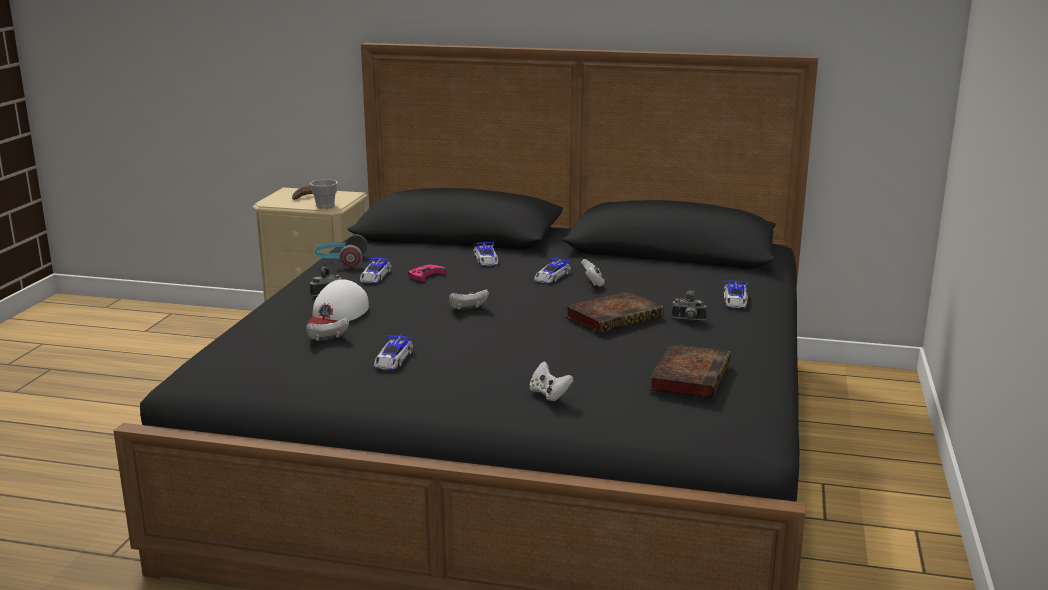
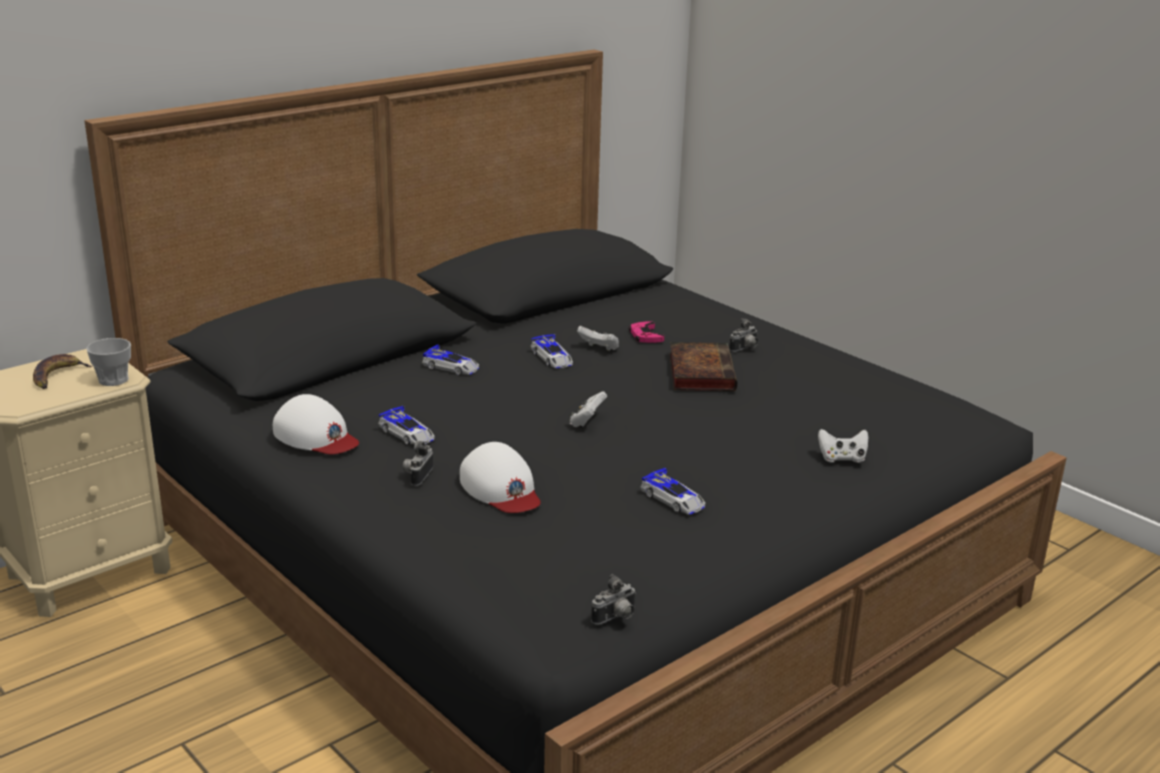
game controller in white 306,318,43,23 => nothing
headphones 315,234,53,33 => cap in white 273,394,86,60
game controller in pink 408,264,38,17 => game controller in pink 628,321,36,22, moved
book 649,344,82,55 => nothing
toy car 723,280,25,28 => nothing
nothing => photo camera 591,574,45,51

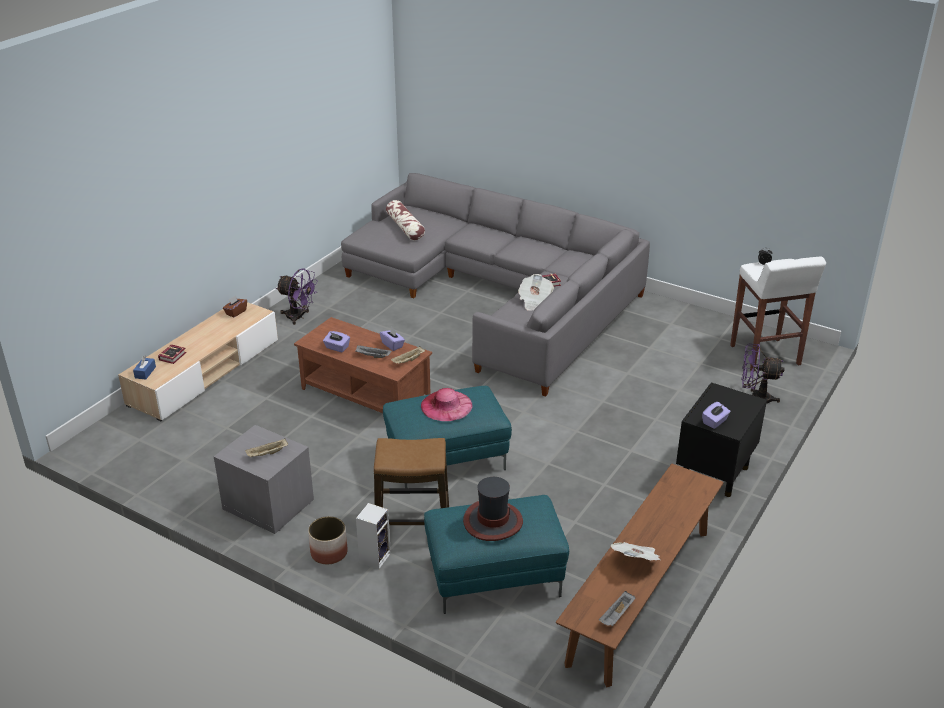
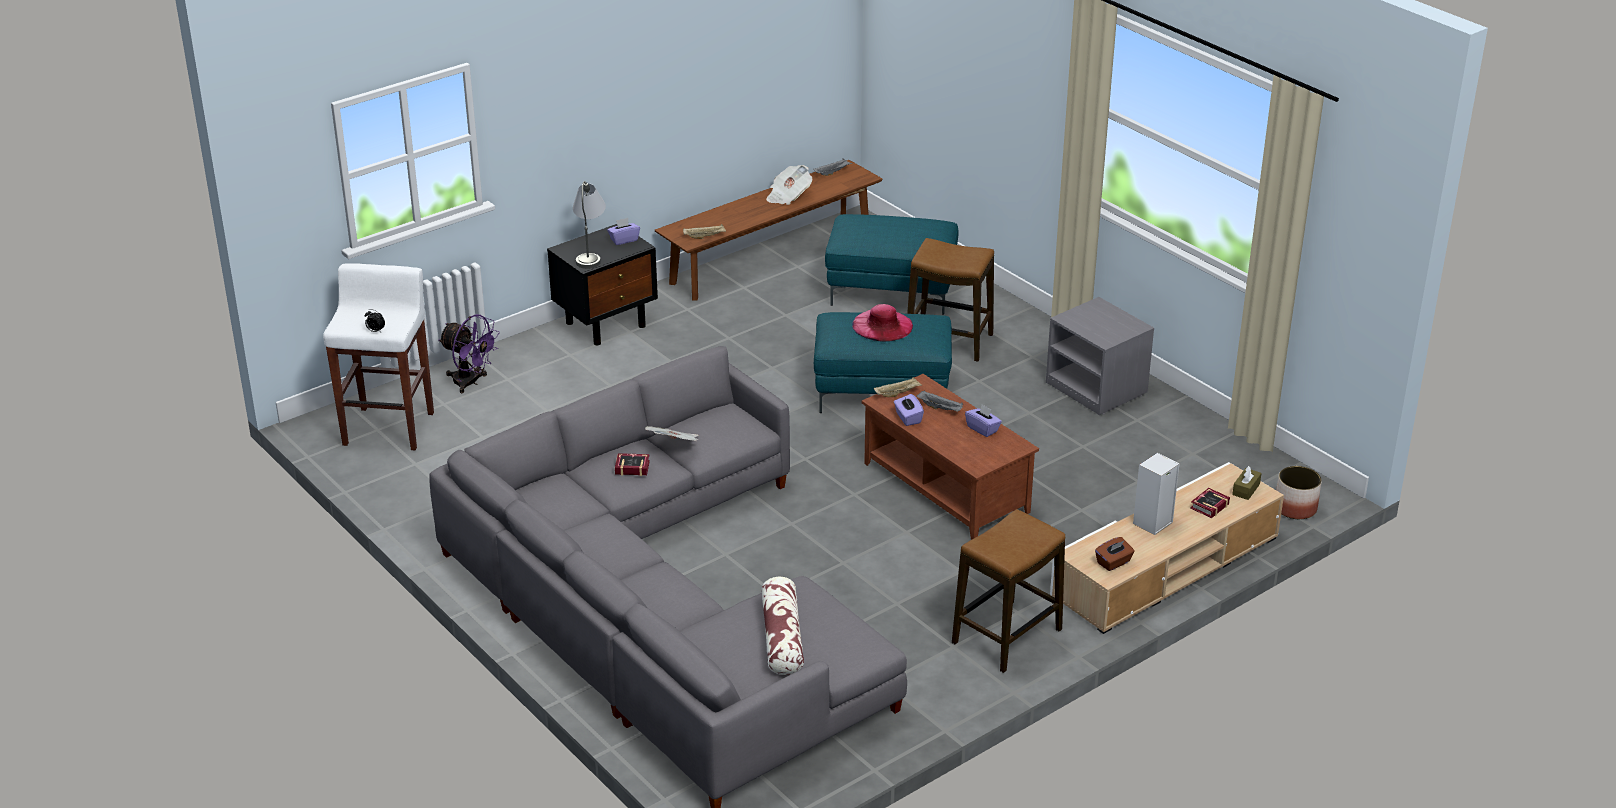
tissue box in blue 133,355,23,25 => tissue box in brown 1232,466,30,34
tray in beige 245,438,43,19 => tray in beige 683,224,43,15, moved
fan in purple 276,268,42,57 => stool 952,509,113,164
planter 308,516,40,48 => planter 1276,466,46,53, moved
speaker 356,503,35,67 => speaker 1133,453,46,82, moved
hat 463,477,60,64 => nothing
nothing => table lamp in grey 573,181,33,88

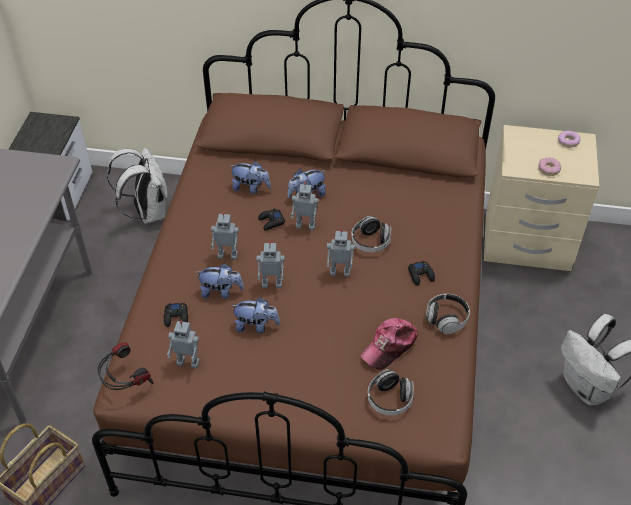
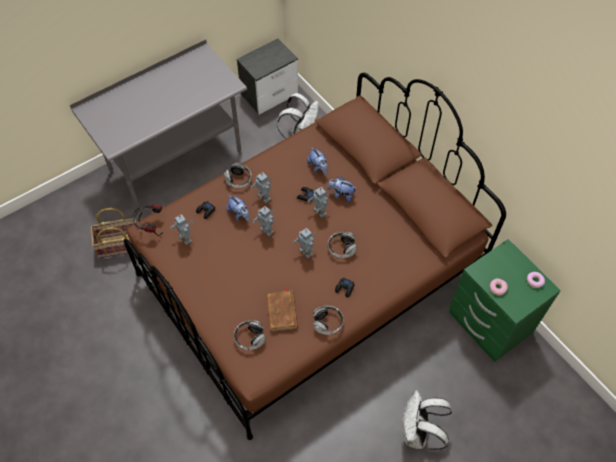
plush toy 231,297,49,36 => nothing
cap 360,318,58,52 => book in brown 267,288,31,44
nightstand in beige 484,125,115,146 => nightstand in green 449,239,112,123
nothing => headphones 224,163,28,25

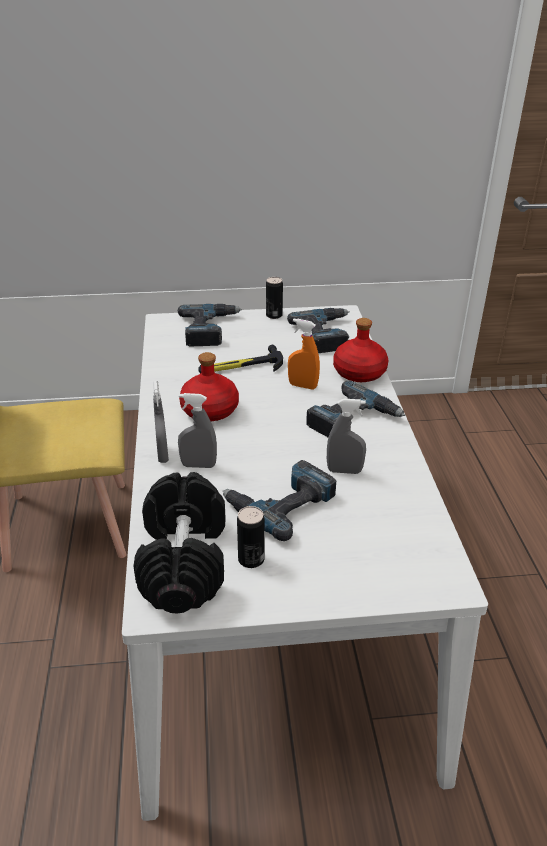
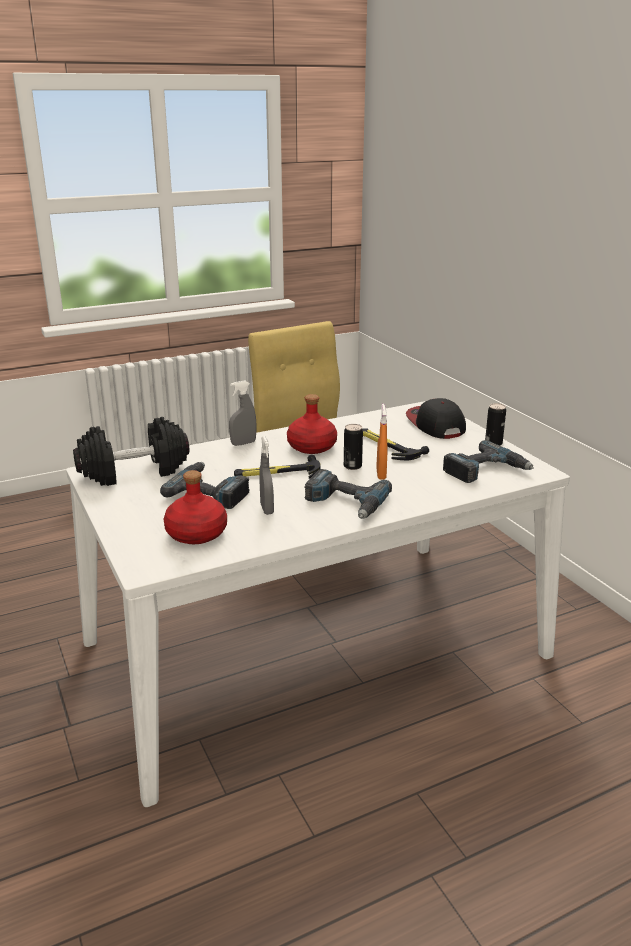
power drill 178,304,64,42 => cap 406,398,60,41
spray bottle in grey 178,393,39,75 => nothing
can 237,506,28,62 => can 344,424,19,46, moved
bottle in red 333,318,55,64 => bottle in red 164,470,63,74, moved
nothing => hammer 234,455,87,24

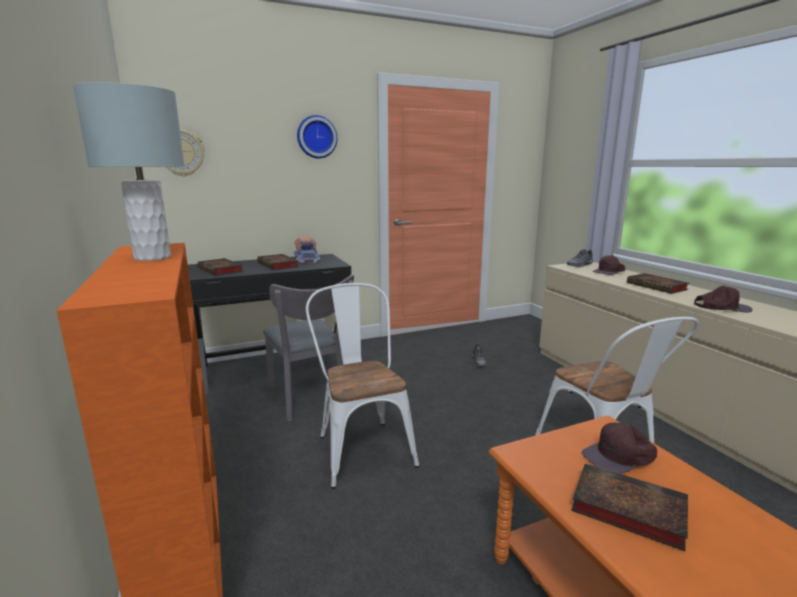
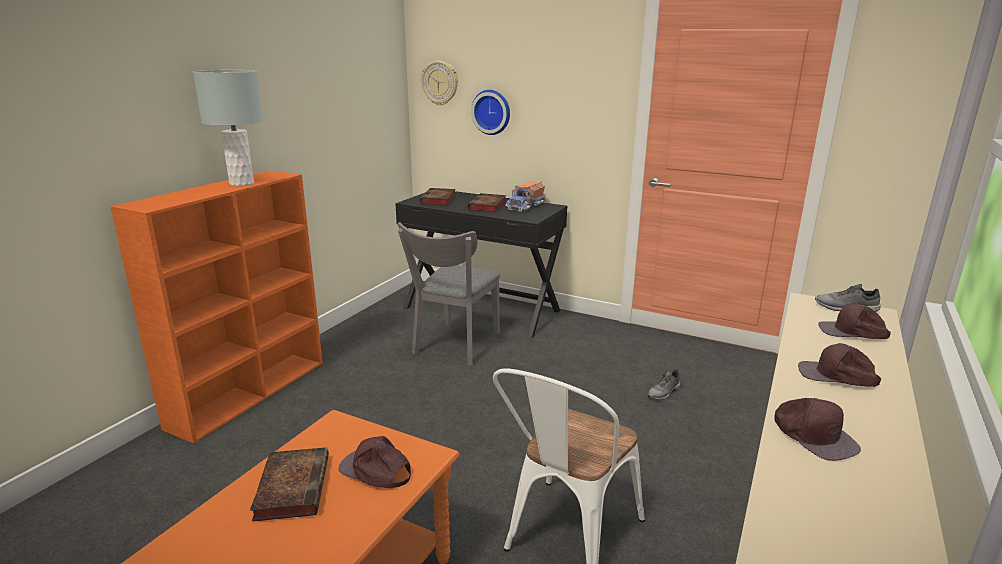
wall clock 297,115,40,43 => wall clock 471,90,39,45, moved
chair in white 306,283,113,206 => nothing
book 627,273,63,21 => cap in brown 798,343,83,44

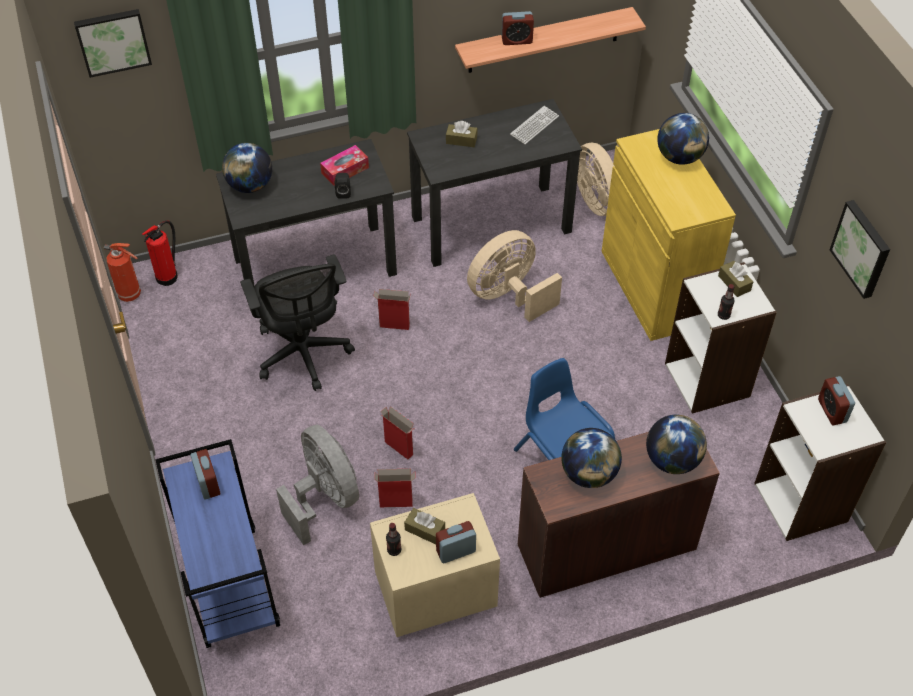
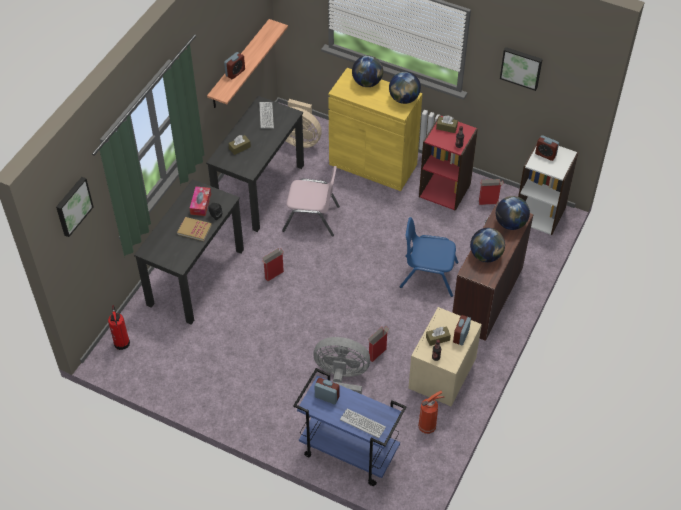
fire extinguisher 104,243,37,59 => fire extinguisher 418,391,26,43, moved
globe 222,143,50,50 => globe 389,72,32,32, moved
office chair in black 240,254,115,137 => nothing
cardboard box 381,406,33,54 => cardboard box 479,179,25,26, moved
fan in beige 467,230,95,92 => chair in pink 282,166,58,70
bookcase in white 665,262,112,152 => bookcase in red 419,115,59,96
nothing => book 177,217,35,24
nothing => keyboard 340,409,46,29

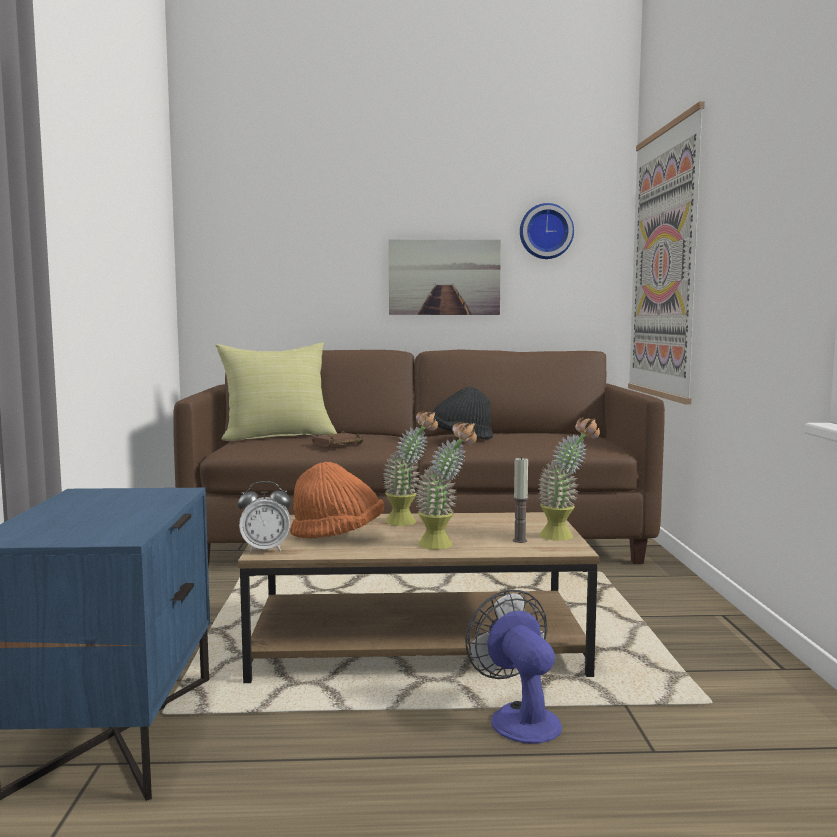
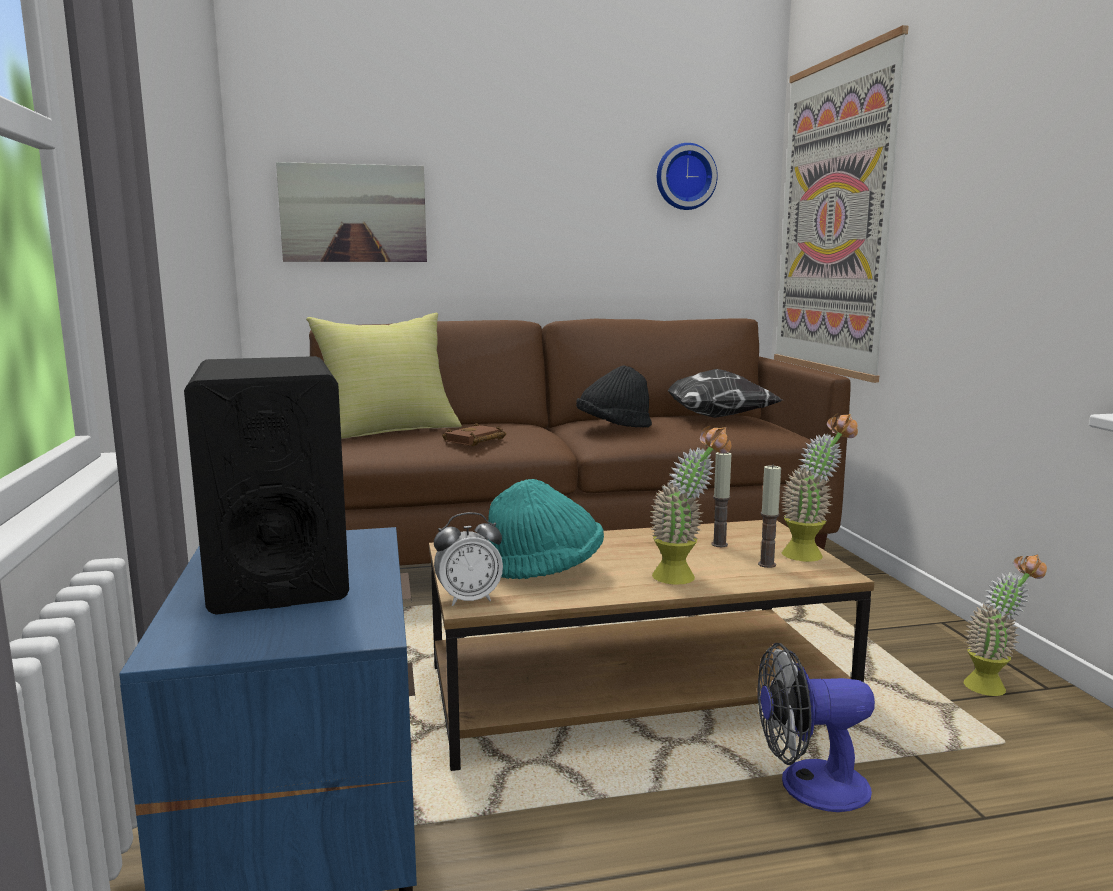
hat in orange 290,462,94,77 => hat in turquoise 488,479,116,100
potted plant 383,411,55,115 => potted plant 964,555,83,141, moved
picture 389,239,112,76 => picture 276,162,151,100, moved
fan 465,590,97,154 => fan 758,643,117,169, 60 degrees counterclockwise
nothing => speaker in black 184,356,165,259
nothing => pillow 667,369,115,49
nothing => candle 711,452,20,95

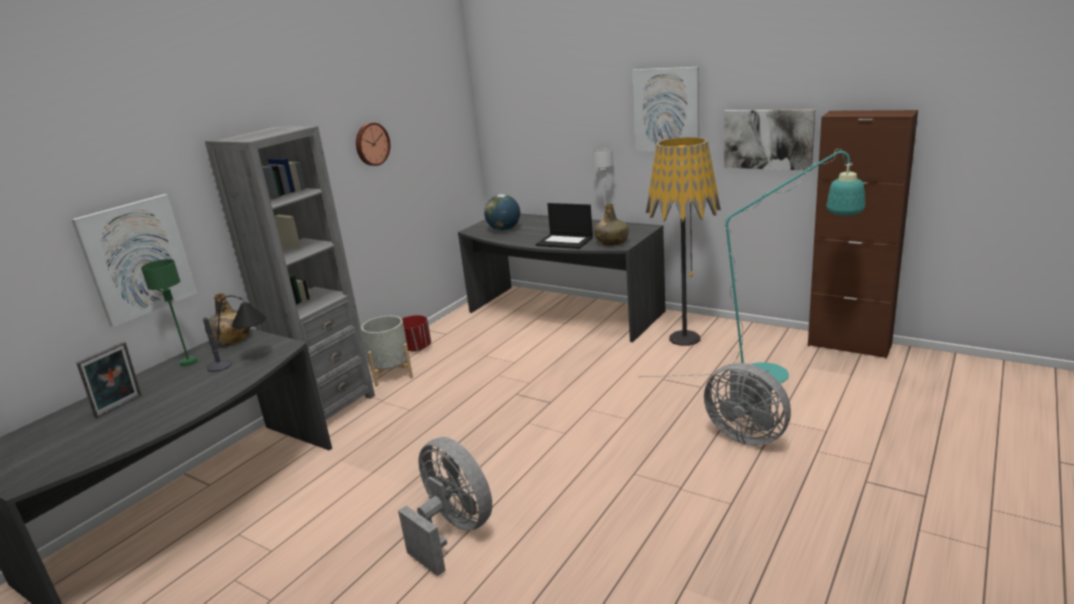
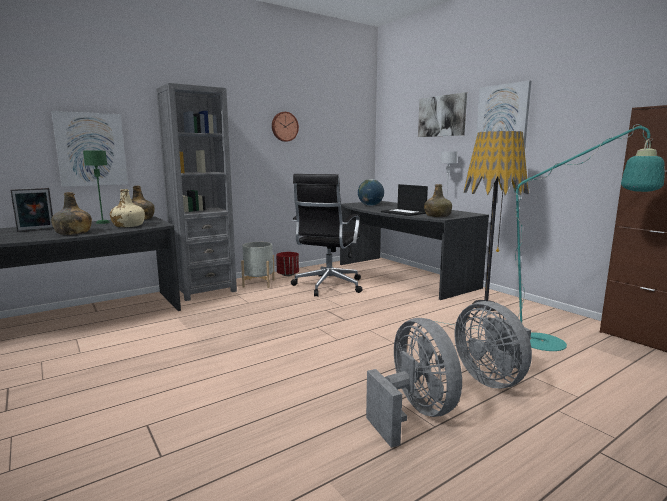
table lamp 203,295,63,77 => bottle in beige 110,189,35,38
fan in grey 398,437,94,139 => fan in grey 366,318,96,130, moved
picture 724,109,92,62 => picture 418,92,49,45, moved
nothing => bottle in green 51,192,41,43
nothing => office chair in black 291,174,72,123

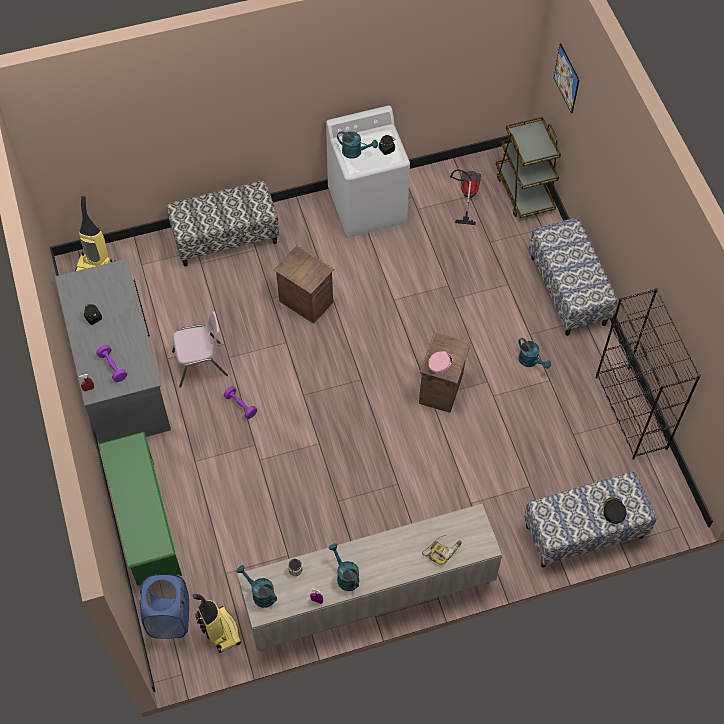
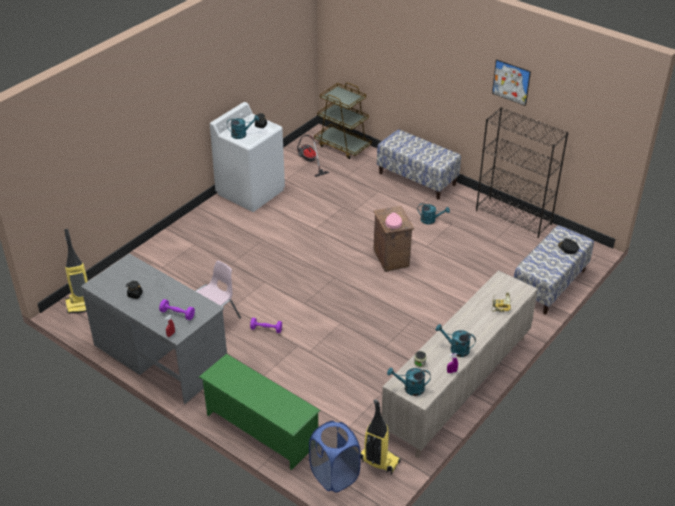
bench 167,181,112,85 => nothing
crate 274,245,60,78 => nothing
picture 554,43,26,71 => picture 492,59,39,47, moved

